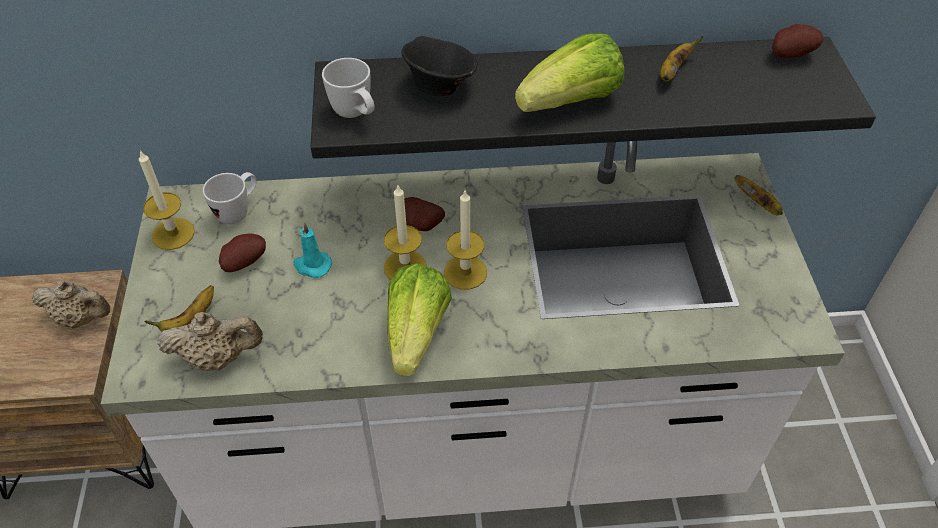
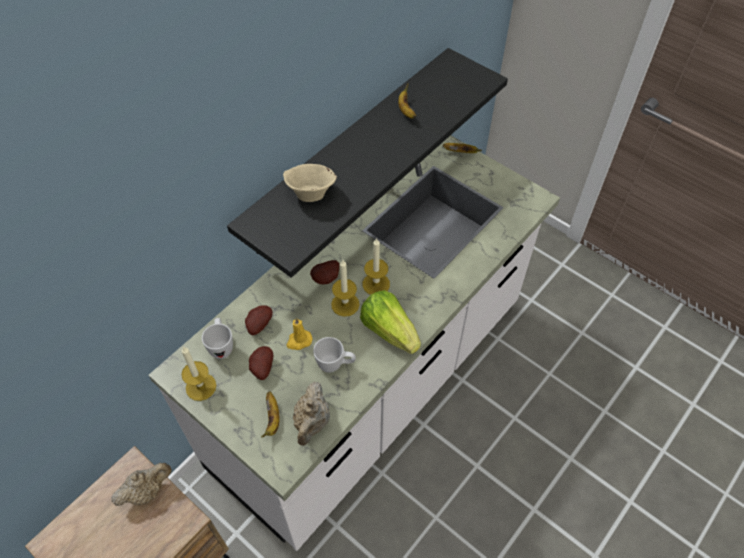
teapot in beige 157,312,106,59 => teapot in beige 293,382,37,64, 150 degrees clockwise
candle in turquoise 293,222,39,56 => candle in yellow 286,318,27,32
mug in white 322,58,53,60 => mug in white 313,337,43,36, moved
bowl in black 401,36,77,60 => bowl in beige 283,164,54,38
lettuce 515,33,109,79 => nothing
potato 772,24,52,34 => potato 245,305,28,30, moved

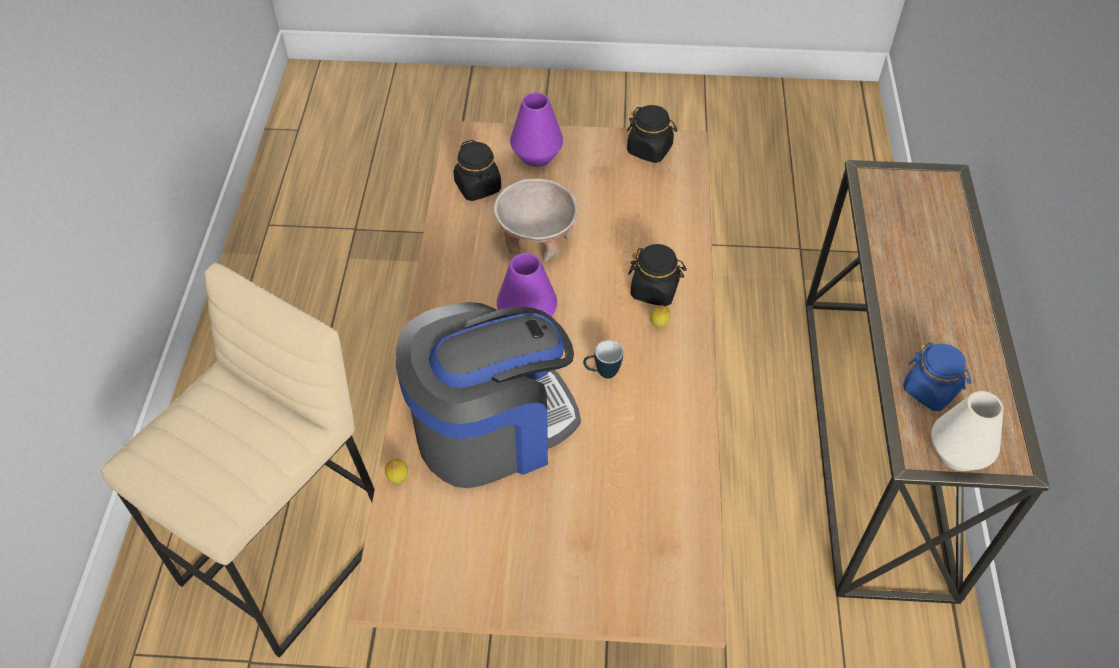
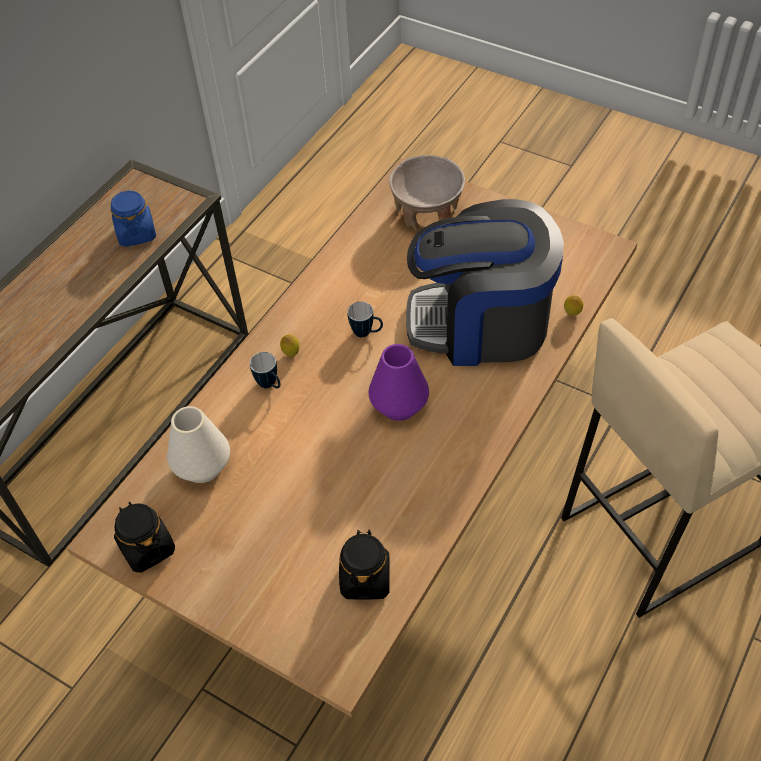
bowl in beige 494,178,84,84 => bowl in beige 389,155,76,76, moved
vase in purple 510,92,53,75 => nothing
jar in black 628,244,59,62 => mug 249,352,32,37
vase in white 931,391,73,80 => vase in white 167,406,63,77, moved

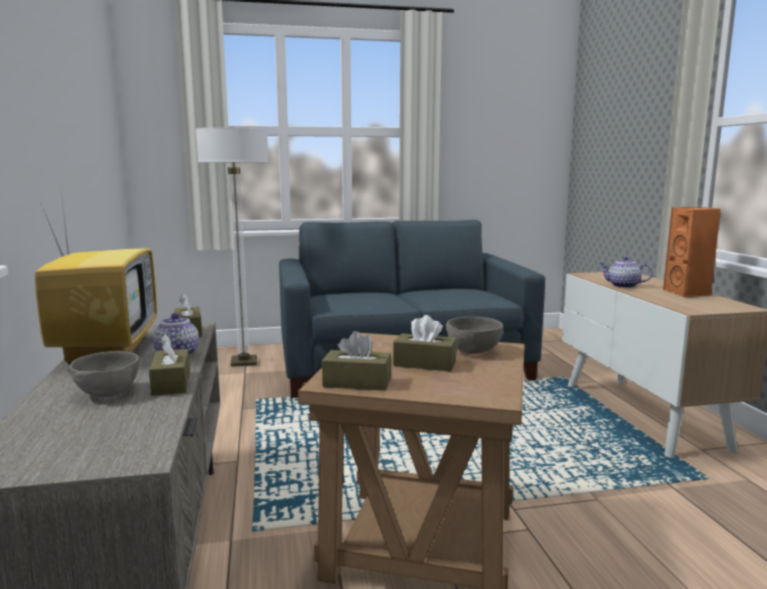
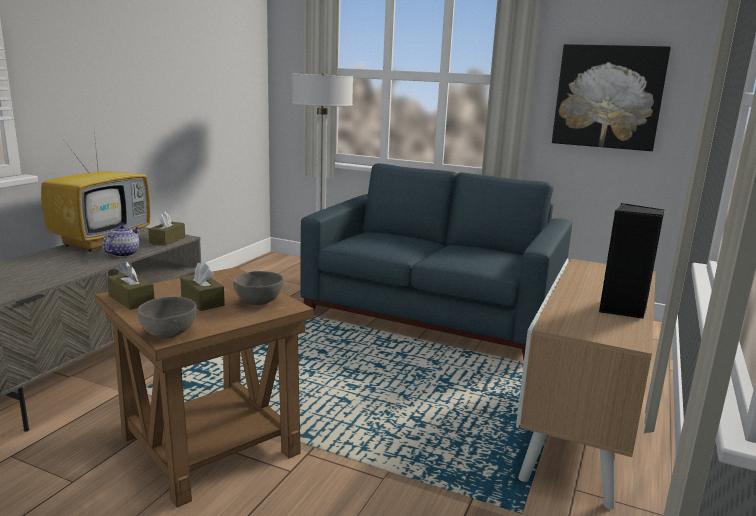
bowl in grey 69,351,70,46 => bowl in grey 137,297,60,41, moved
tissue box in brown 149,334,41,62 => nothing
teapot 600,257,53,31 => nothing
speaker in orange 663,207,58,90 => speaker in black 599,203,65,116
nothing => picture 552,44,119,107

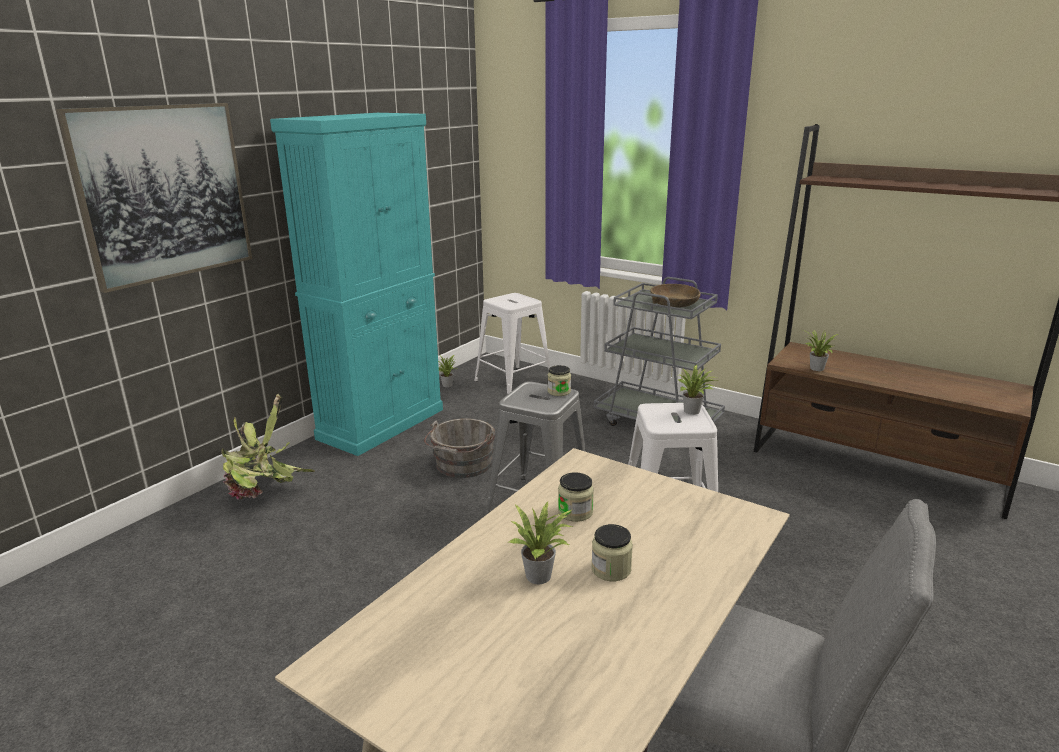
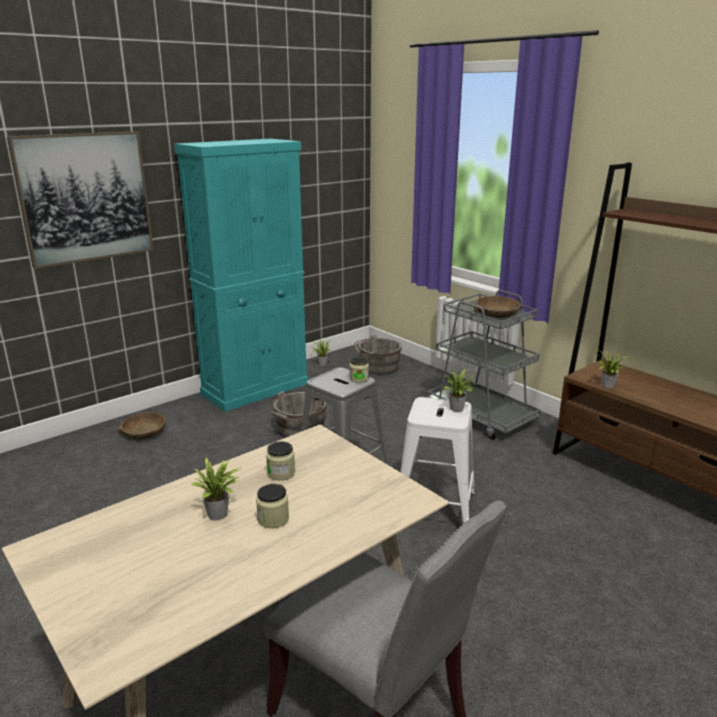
potted plant 221,394,94,106 => bowl in brown 117,412,49,27
stool in white 474,293,77,101 => bucket in grey 353,335,49,40

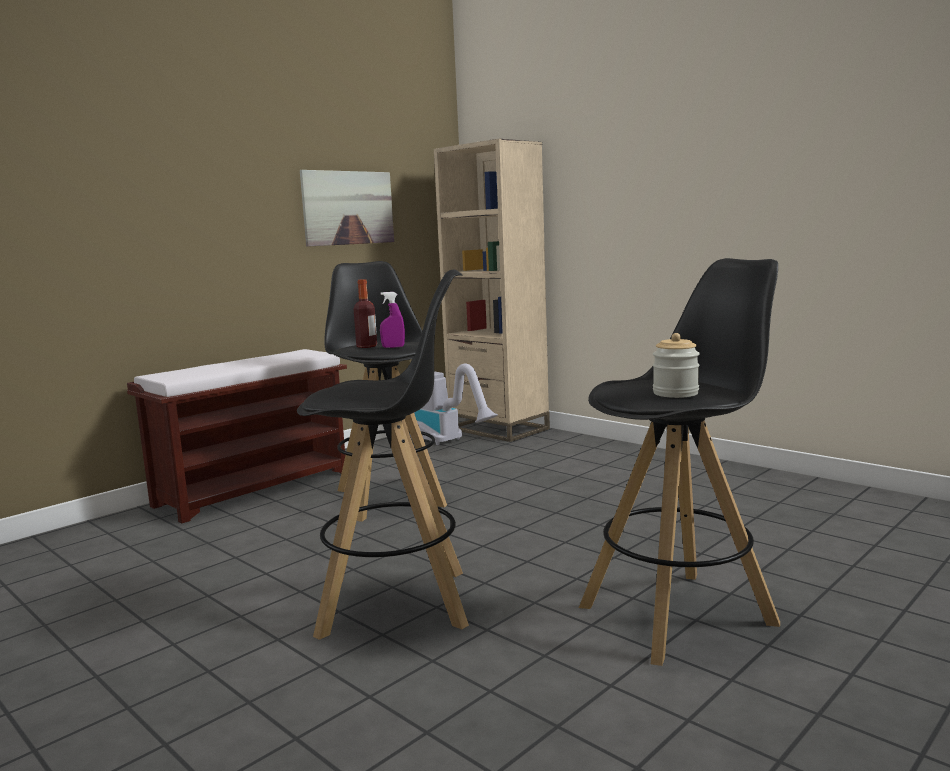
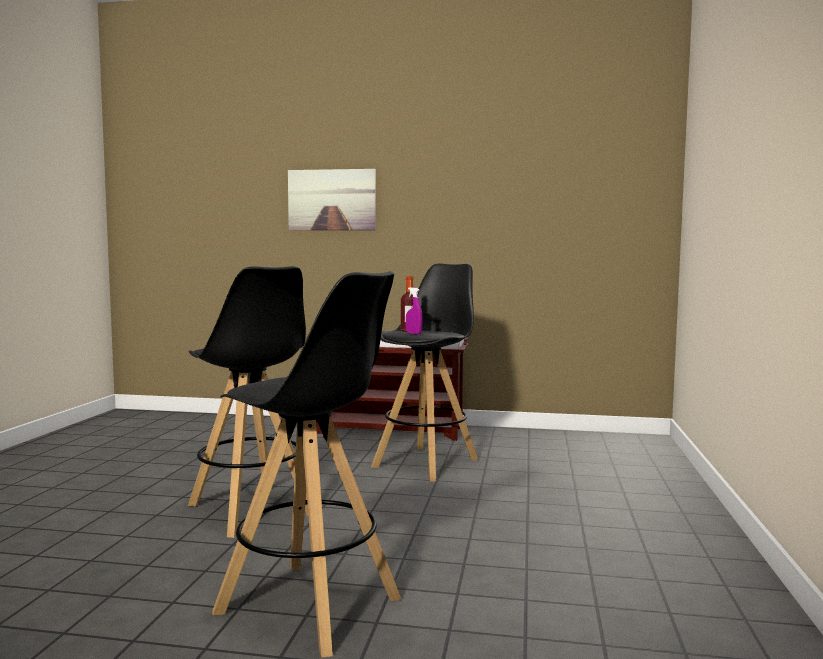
picture 300,170,94,77 => picture 288,169,88,61, moved
vacuum cleaner 410,364,88,81 => nothing
bookcase in beige 434,139,116,303 => nothing
jar 653,333,47,65 => nothing

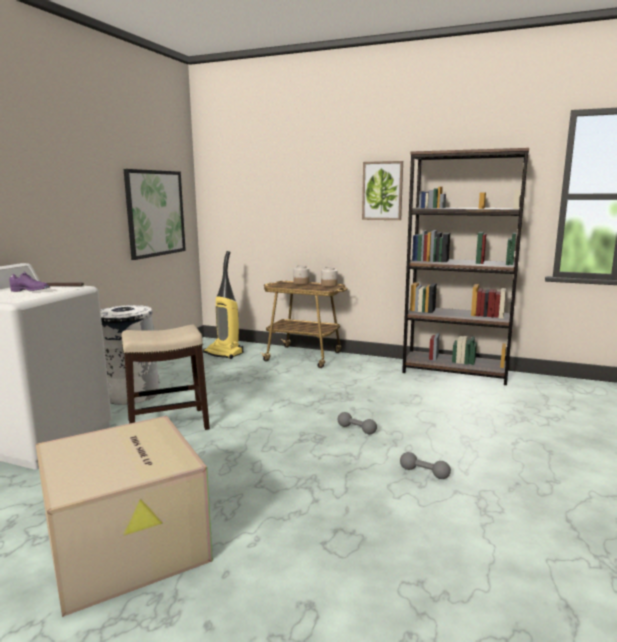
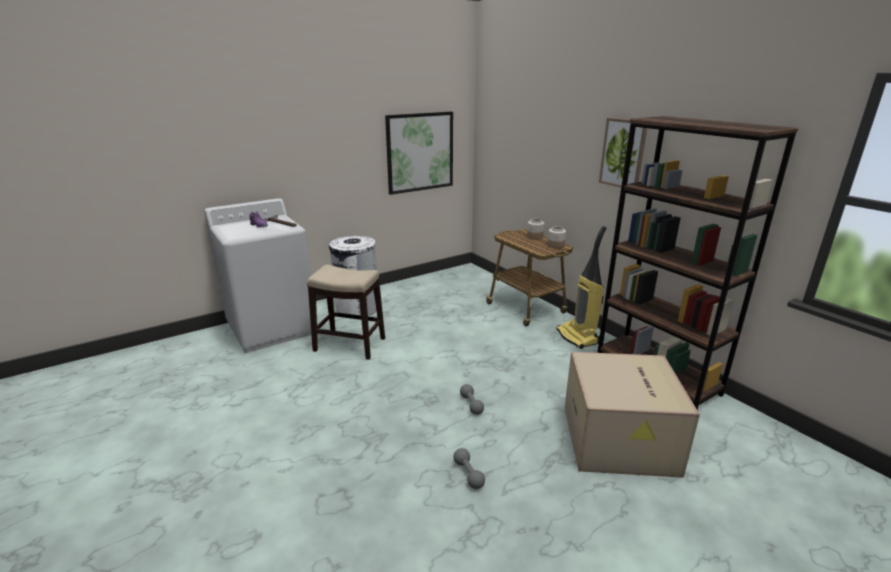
cardboard box 35,416,178,201 => cardboard box 565,352,135,126, moved
vacuum cleaner 203,251,40,108 => vacuum cleaner 556,226,51,123, moved

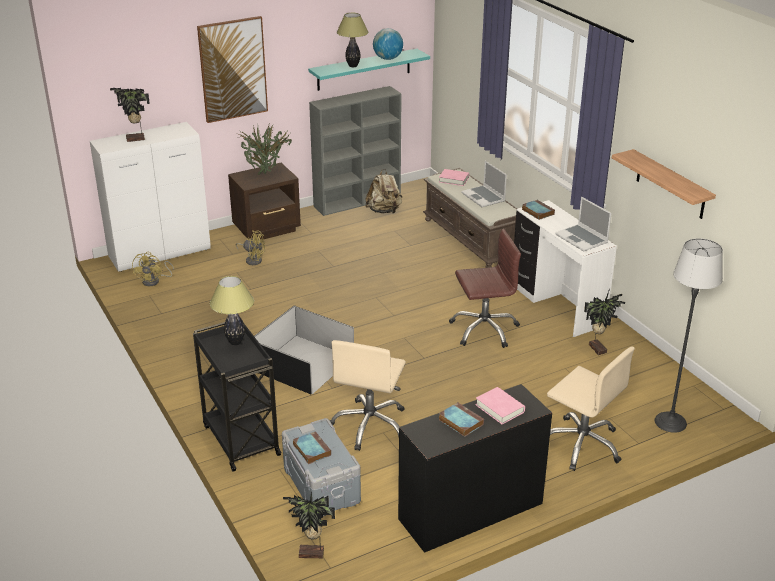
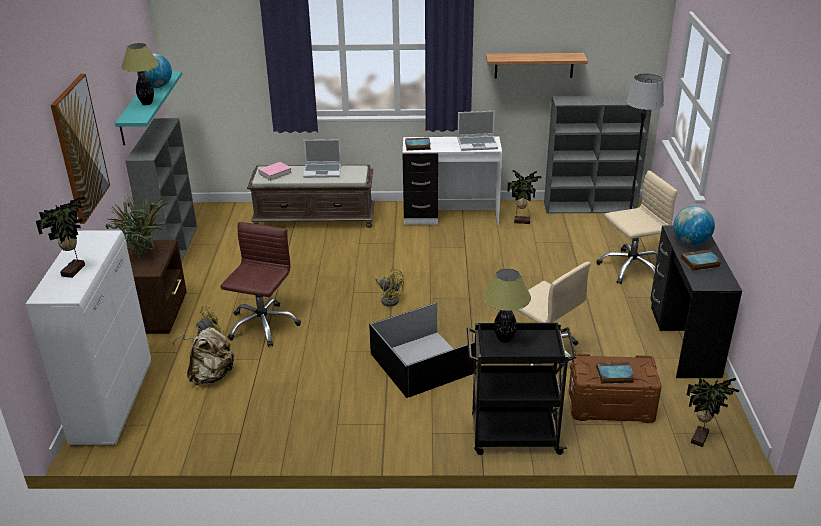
fan in yellow 132,252,42,34 => fan in yellow 375,269,29,38, moved
storage box in grey 282,418,79,98 => storage box in brown 568,354,94,69
backpack in beige 365,169,37,44 => backpack in beige 187,326,47,59, moved
office chair in brown 449,229,72,119 => office chair in brown 221,222,80,125, moved
book in pink 476,387,49,37 => globe 673,206,42,39
nothing => bookcase in grey 544,96,108,117

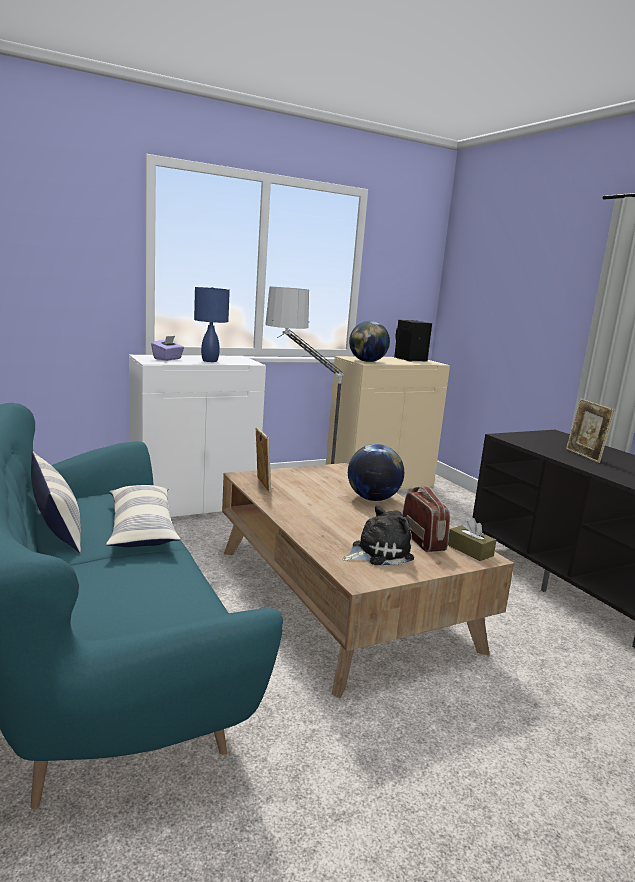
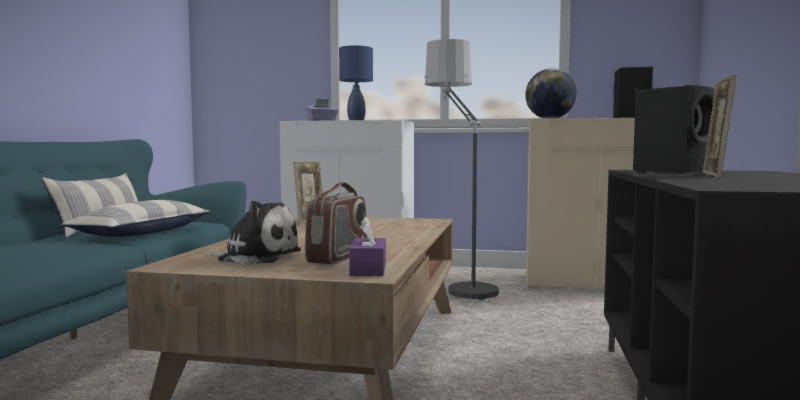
globe 348,444,56,57 => nothing
tissue box in brown 448,518,48,43 => tissue box in purple 349,217,37,59
nothing => speaker in black 633,85,82,88

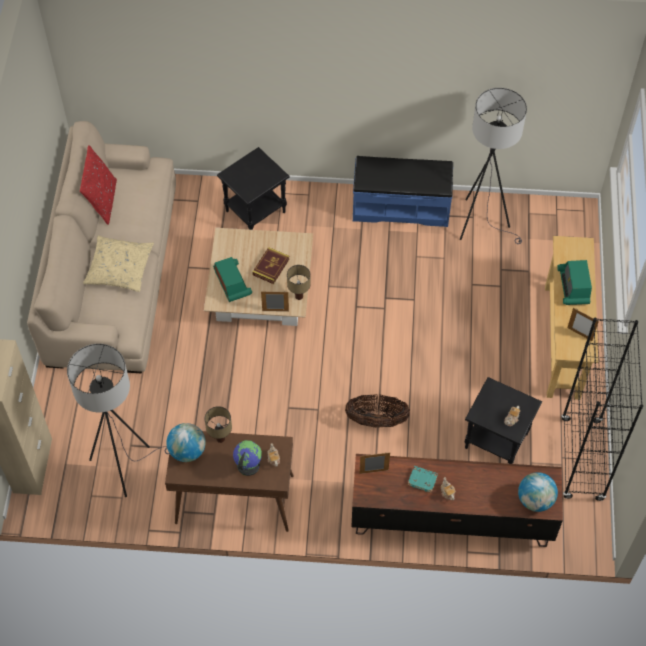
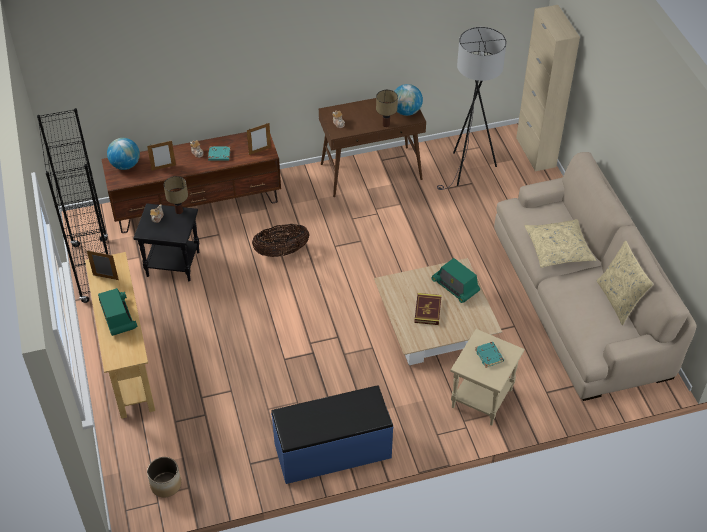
pillow in red 80,145,37,80 => pillow in beige 597,241,57,84
side table in black 217,147,72,83 => side table in beige 450,329,75,97
globe 233,440,29,36 => nothing
picture frame 261,291,28,21 => picture frame 147,140,29,31, moved
table lamp 287,265,24,35 => table lamp 164,176,24,38, moved
floor lamp in grey 460,88,67,156 => nothing
nothing => planter 147,457,34,40
nothing => book in turquoise 475,342,29,26

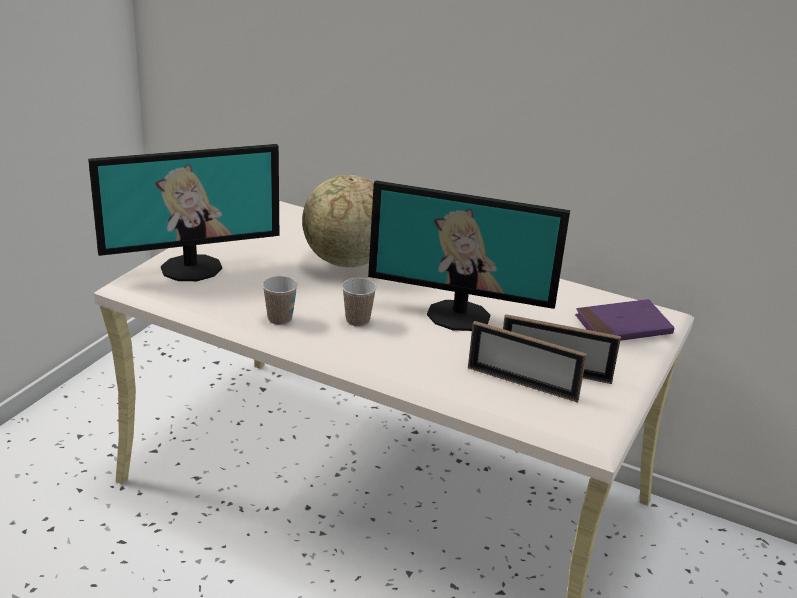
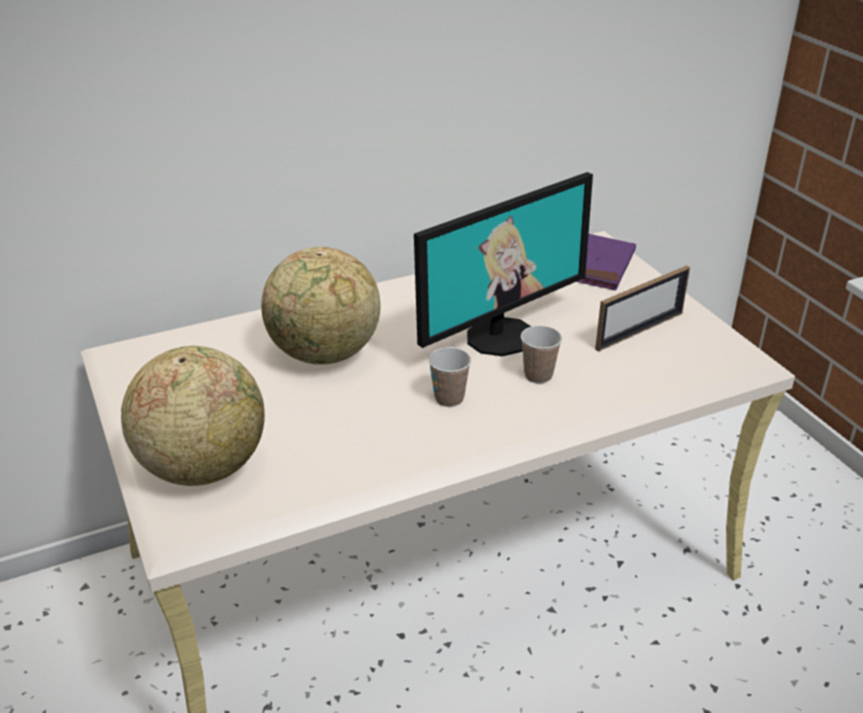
monitor 88,144,191,137 => globe 121,346,144,140
cup 262,276,36,49 => cup 521,326,41,57, moved
picture frame 468,321,119,81 => nothing

